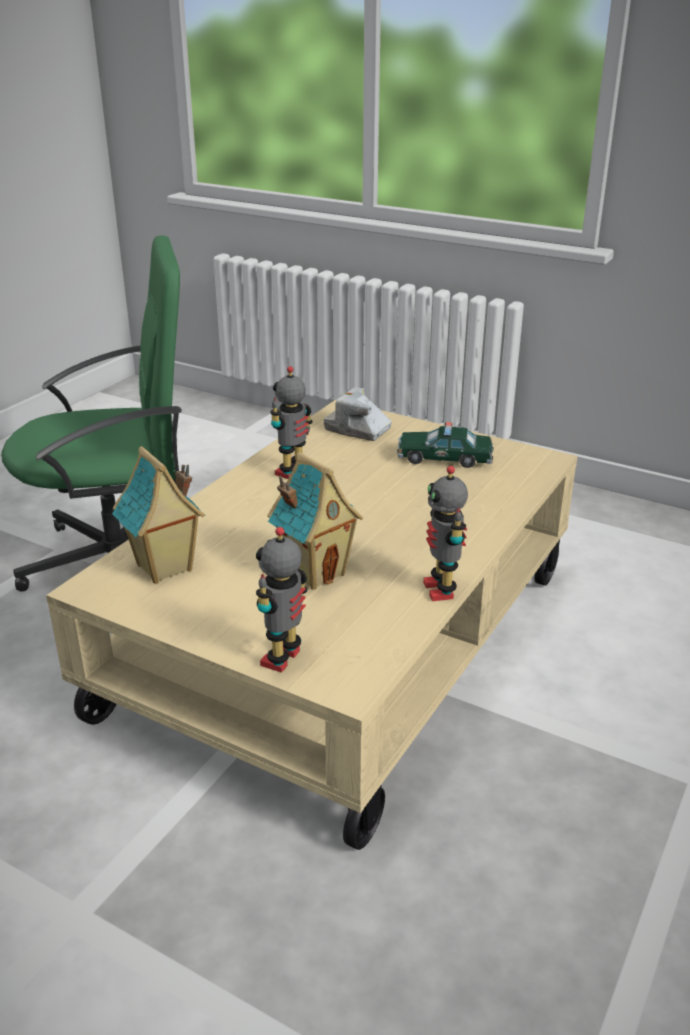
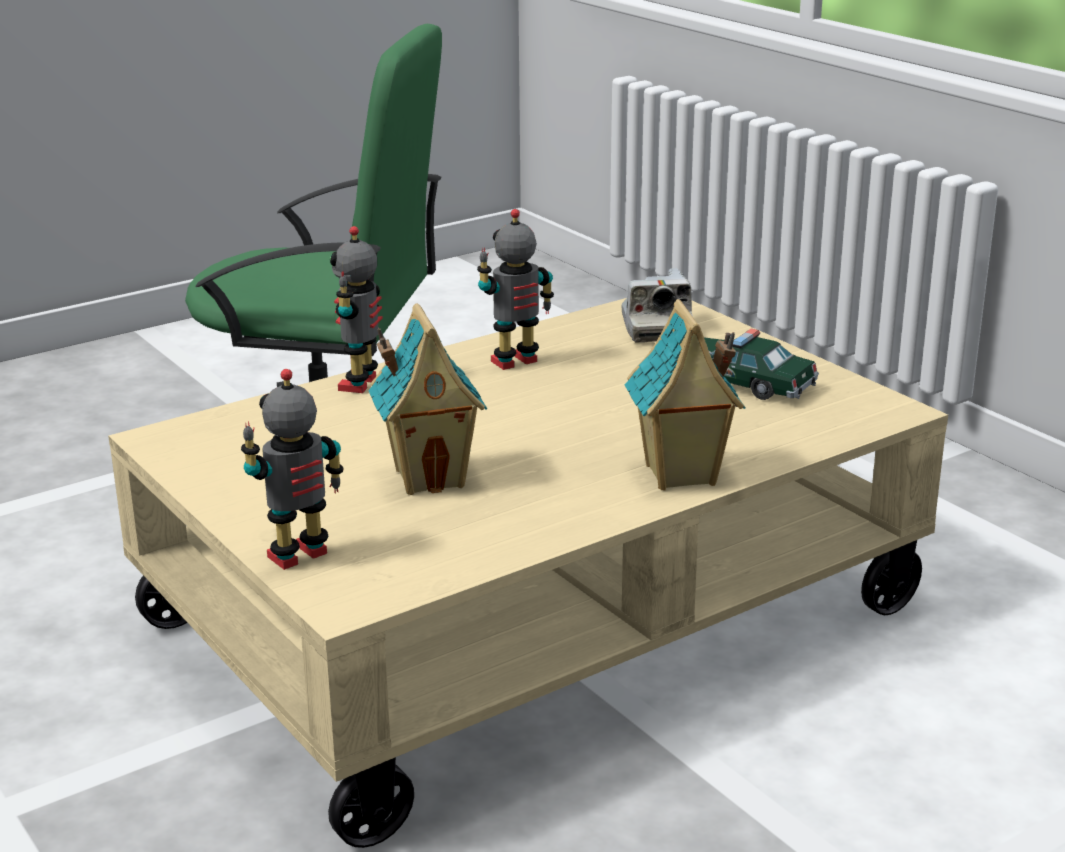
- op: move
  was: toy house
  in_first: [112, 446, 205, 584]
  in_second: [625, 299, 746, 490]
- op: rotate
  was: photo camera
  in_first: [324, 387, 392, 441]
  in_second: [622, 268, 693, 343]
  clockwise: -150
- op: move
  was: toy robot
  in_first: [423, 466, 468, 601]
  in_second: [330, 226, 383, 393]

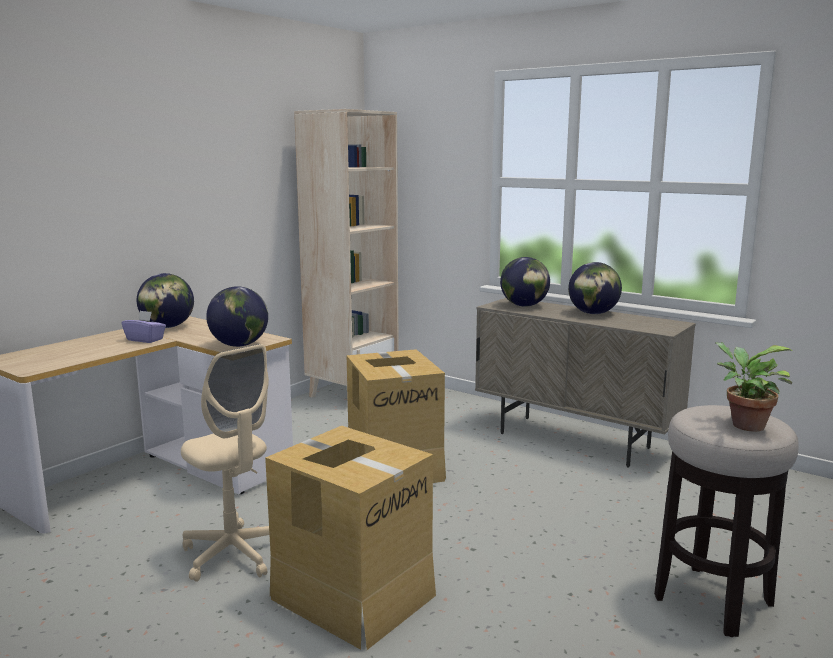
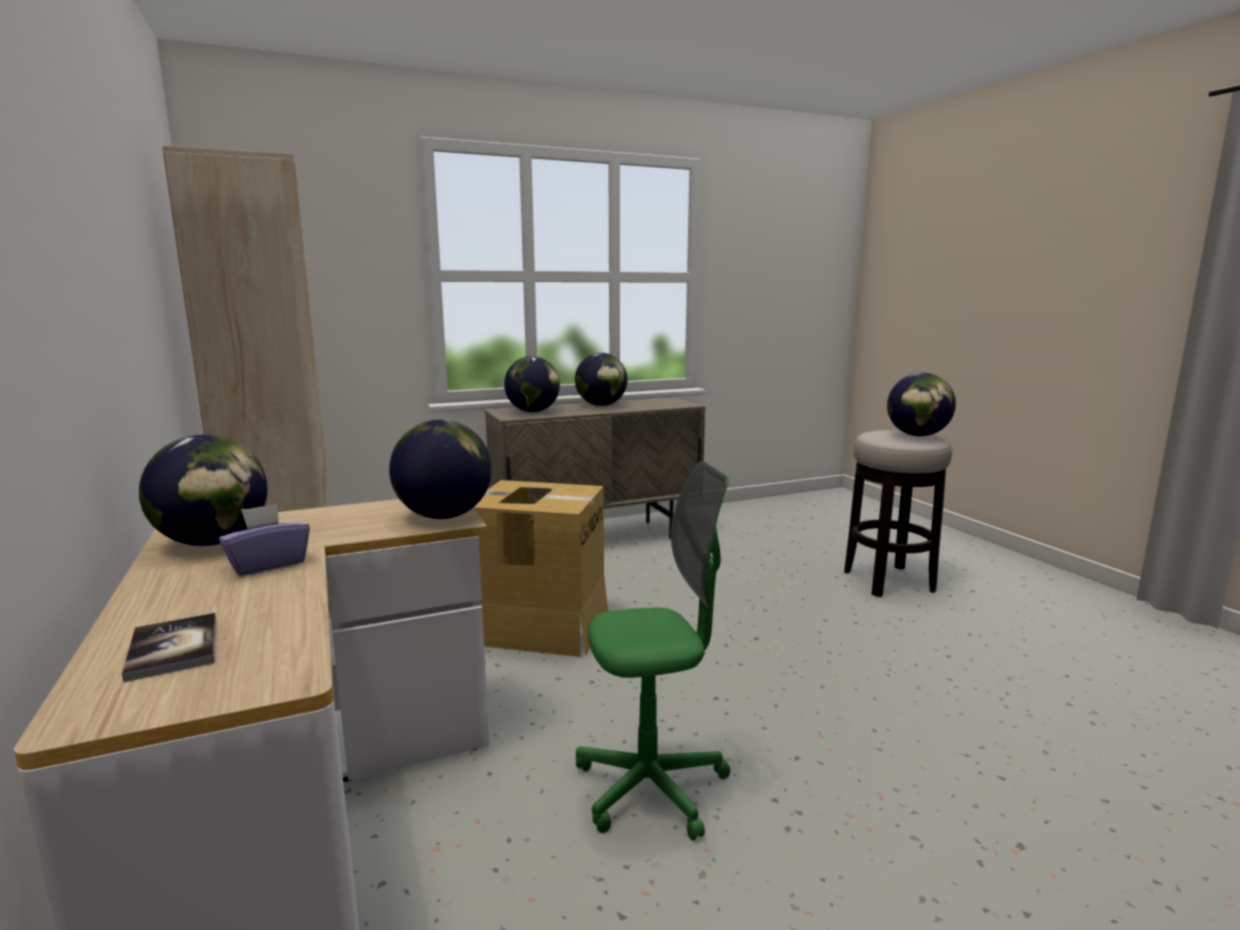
- op: recolor
  was: beige office chair
  now: green office chair
  in_first: [181, 344, 269, 582]
  in_second: [576, 461, 730, 841]
- op: delete
  was: cardboard box
  in_first: [265, 426, 436, 650]
- op: replace
  was: potted plant
  now: globe
  in_first: [715, 342, 793, 432]
  in_second: [887, 373, 956, 436]
- op: insert
  now: book
  in_second: [122, 613, 216, 682]

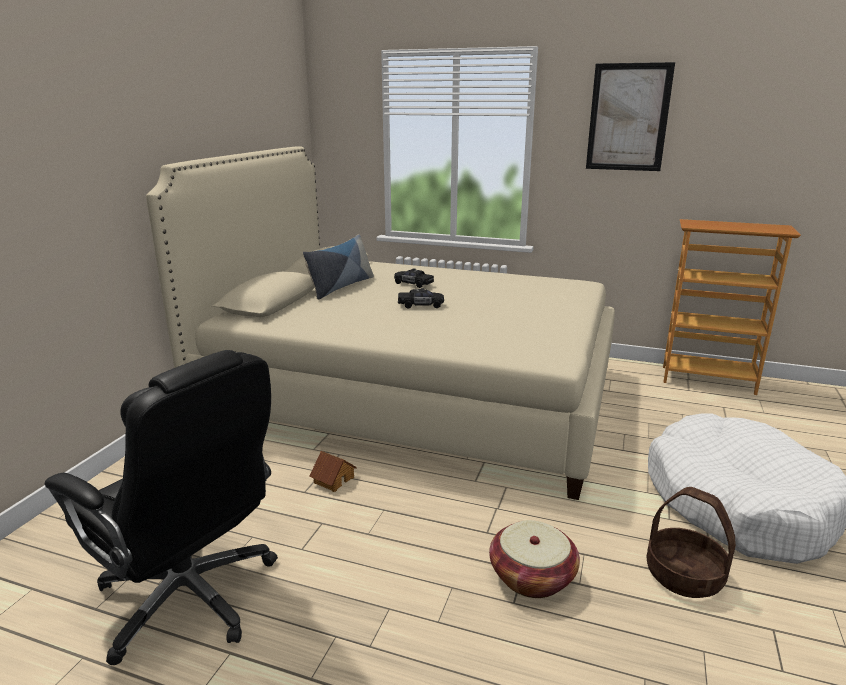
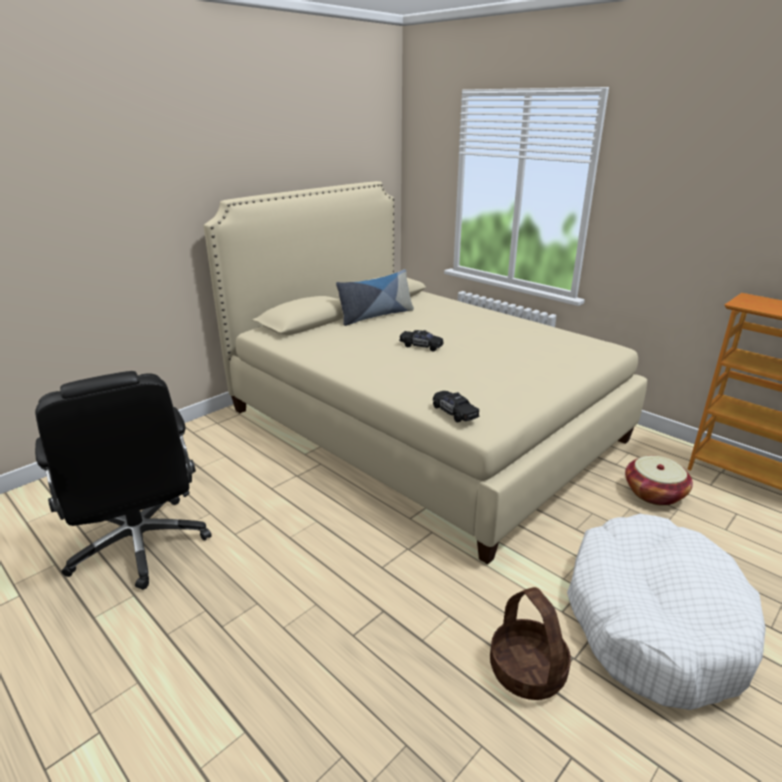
- op: delete
  was: toy house
  in_first: [309, 451, 357, 492]
- op: move
  was: black toy car
  in_first: [394, 268, 434, 288]
  in_second: [433, 391, 480, 423]
- op: move
  was: basket
  in_first: [489, 520, 580, 598]
  in_second: [625, 456, 693, 506]
- op: delete
  was: picture
  in_first: [586, 62, 675, 171]

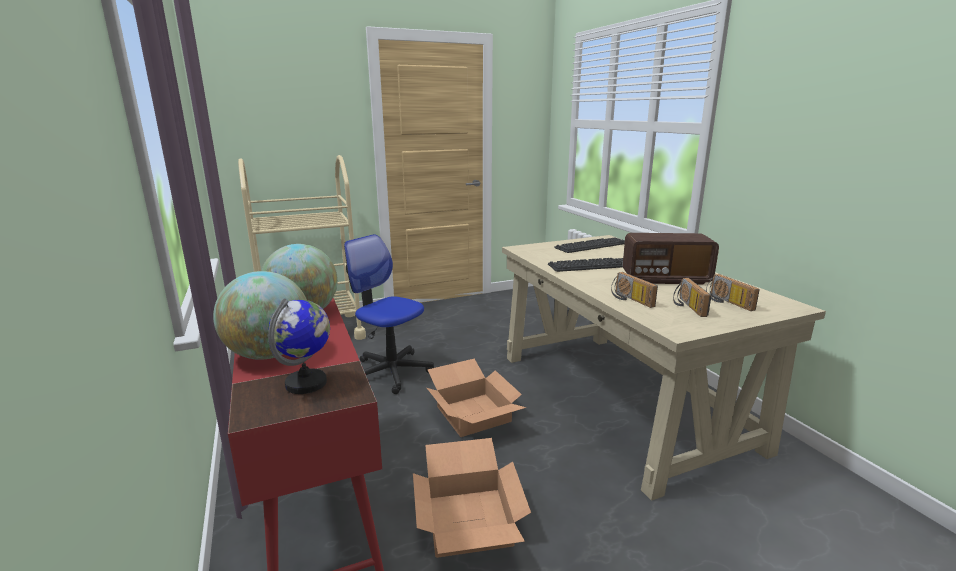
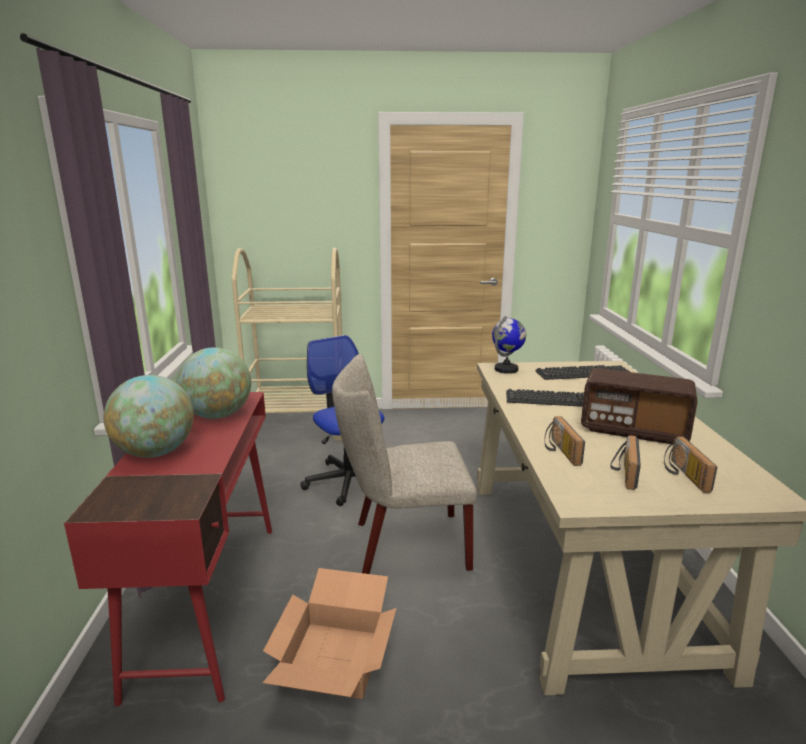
- op: move
  was: globe
  in_first: [268, 298, 330, 394]
  in_second: [492, 316, 526, 374]
- op: replace
  was: cardboard box
  now: beige chair
  in_first: [427, 359, 526, 437]
  in_second: [332, 354, 477, 574]

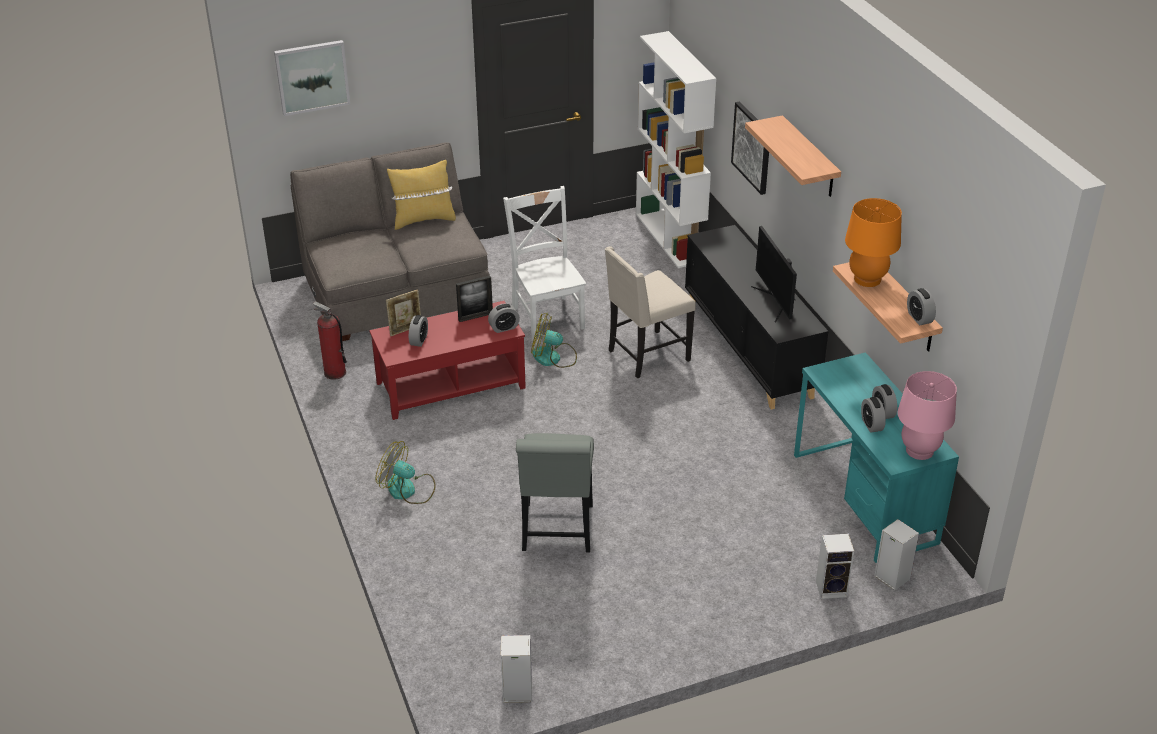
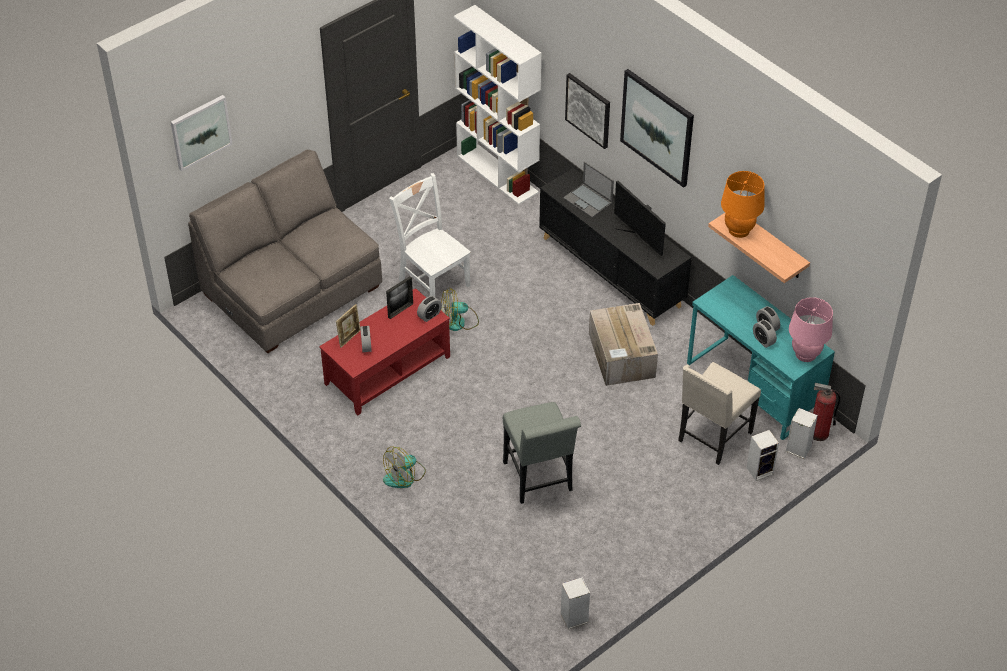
- op: move
  was: fire extinguisher
  in_first: [313, 301, 347, 380]
  in_second: [813, 383, 840, 441]
- op: rotate
  was: fan
  in_first: [376, 441, 436, 504]
  in_second: [383, 447, 426, 488]
  clockwise: -45
- op: delete
  was: yellow pillow
  in_first: [387, 160, 456, 230]
- op: move
  was: beige chair
  in_first: [605, 247, 696, 379]
  in_second: [678, 362, 761, 465]
- op: replace
  was: shelf
  now: picture
  in_first: [745, 115, 841, 197]
  in_second: [620, 69, 694, 188]
- op: delete
  was: alarm clock
  in_first: [907, 288, 936, 325]
- op: insert
  now: laptop
  in_second: [563, 161, 614, 218]
- op: insert
  now: cardboard box
  in_second: [589, 303, 658, 386]

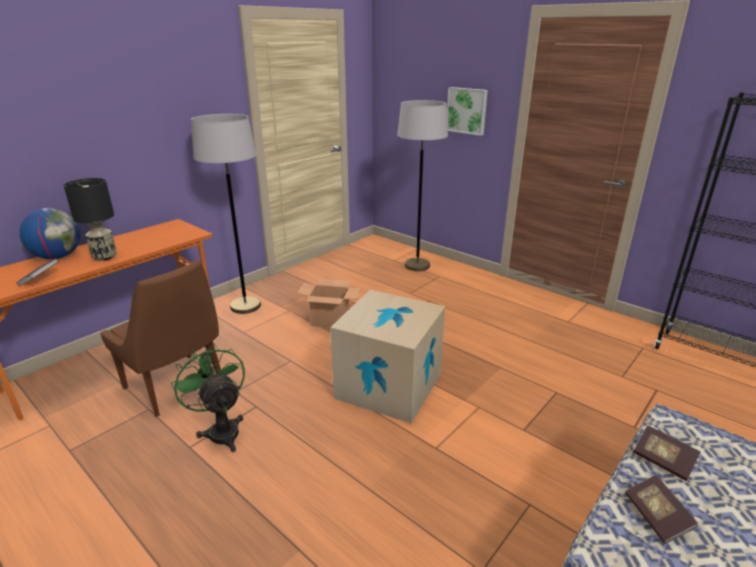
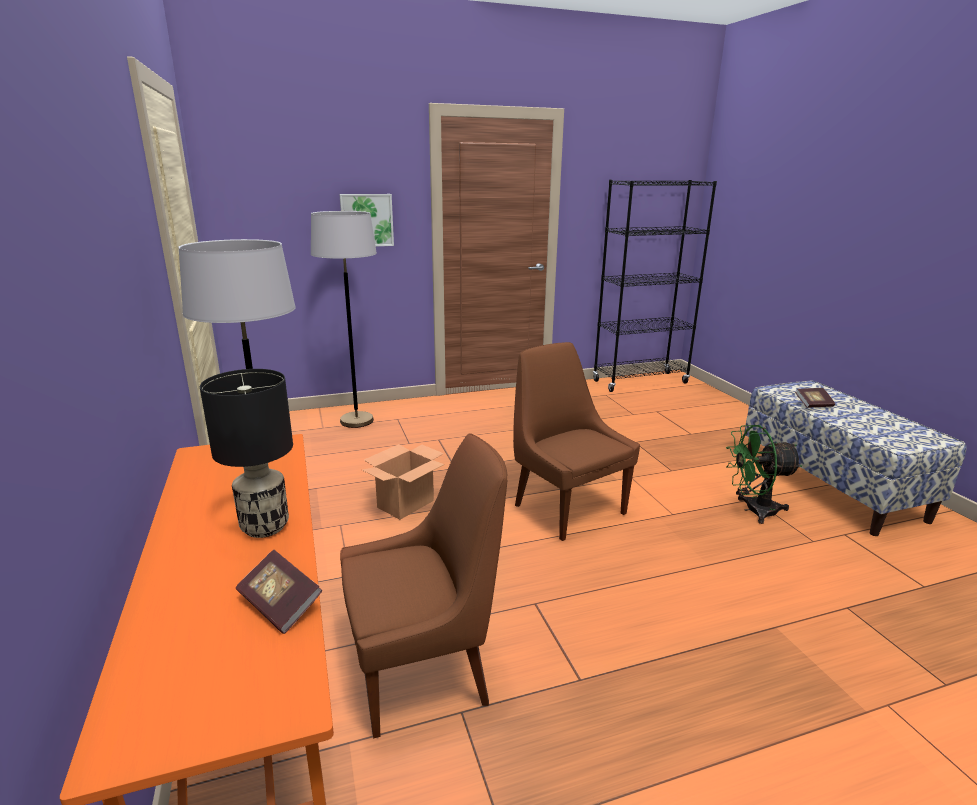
- op: delete
  was: globe
  in_first: [20, 208, 80, 260]
- op: move
  was: green fan
  in_first: [171, 343, 245, 452]
  in_second: [726, 425, 802, 524]
- op: replace
  was: cardboard box
  now: brown chair
  in_first: [330, 290, 445, 423]
  in_second: [513, 342, 640, 541]
- op: delete
  was: book
  in_first: [625, 475, 698, 544]

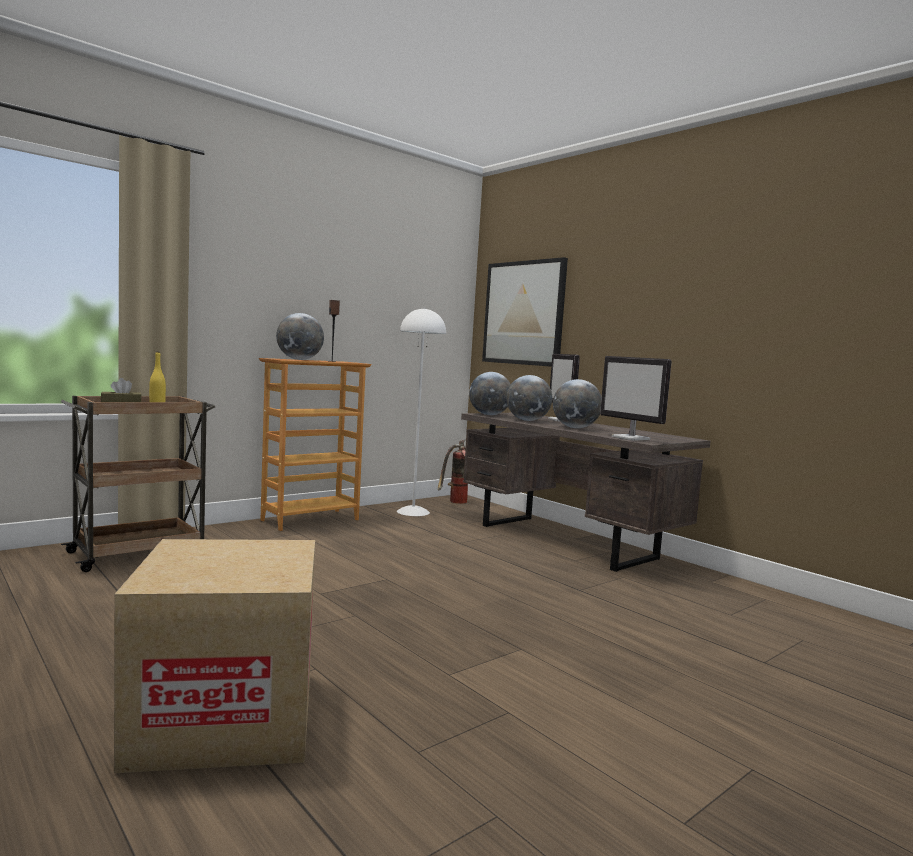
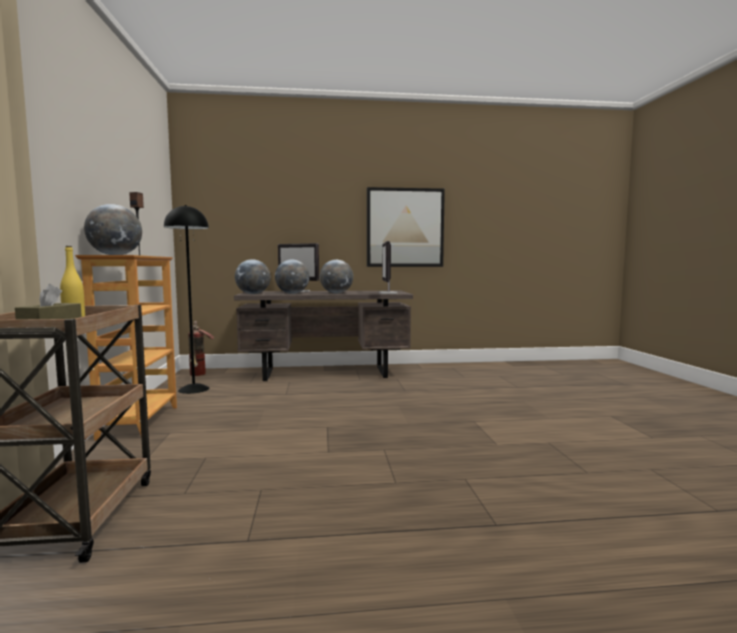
- op: delete
  was: cardboard box
  in_first: [114, 539, 315, 773]
- op: recolor
  was: white floor lamp
  now: black floor lamp
  in_first: [397, 308, 446, 516]
  in_second: [164, 205, 210, 394]
- op: move
  was: picture
  in_first: [482, 257, 568, 367]
  in_second: [367, 187, 445, 267]
- op: rotate
  was: monitor
  in_first: [600, 356, 672, 441]
  in_second: [378, 241, 398, 294]
  clockwise: 90

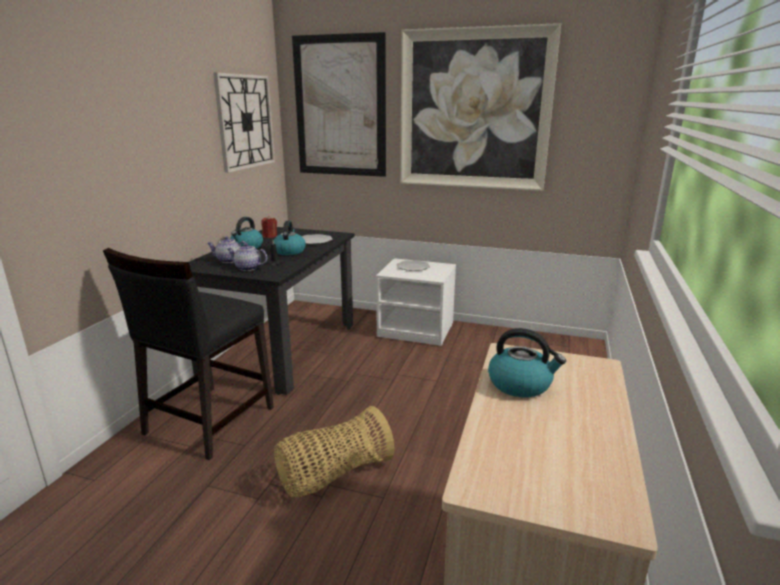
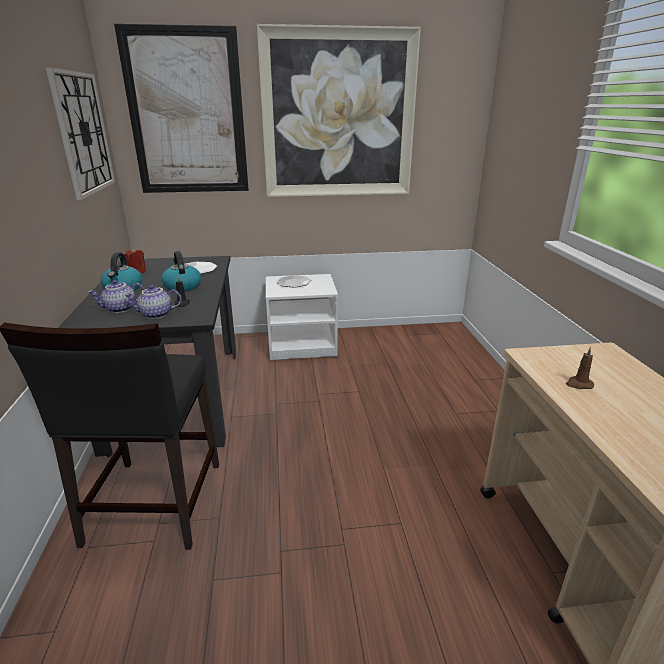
- op: delete
  was: basket
  in_first: [274, 406, 395, 497]
- op: replace
  was: kettle
  now: brown candle
  in_first: [488, 328, 566, 398]
  in_second: [566, 347, 594, 389]

